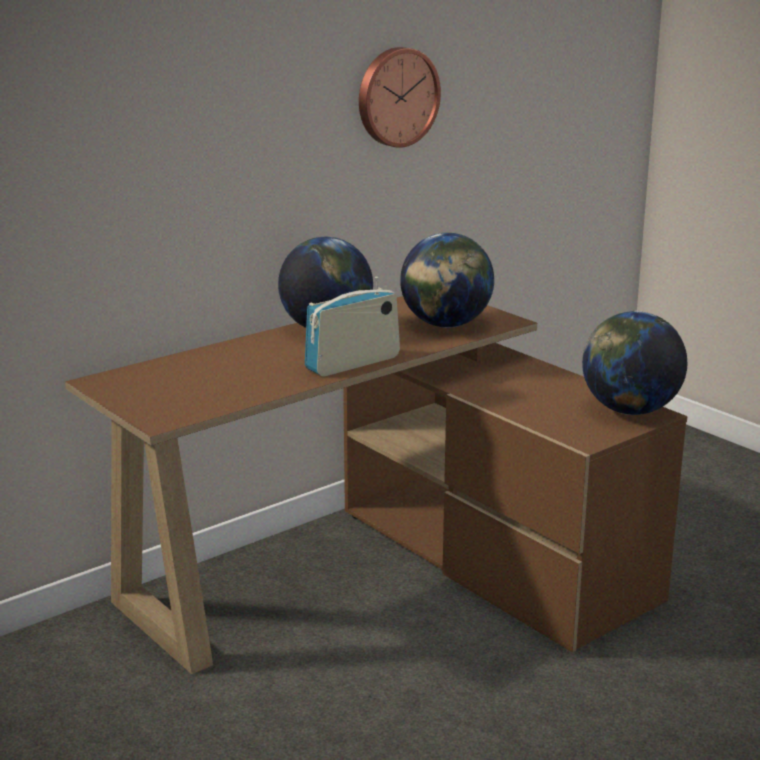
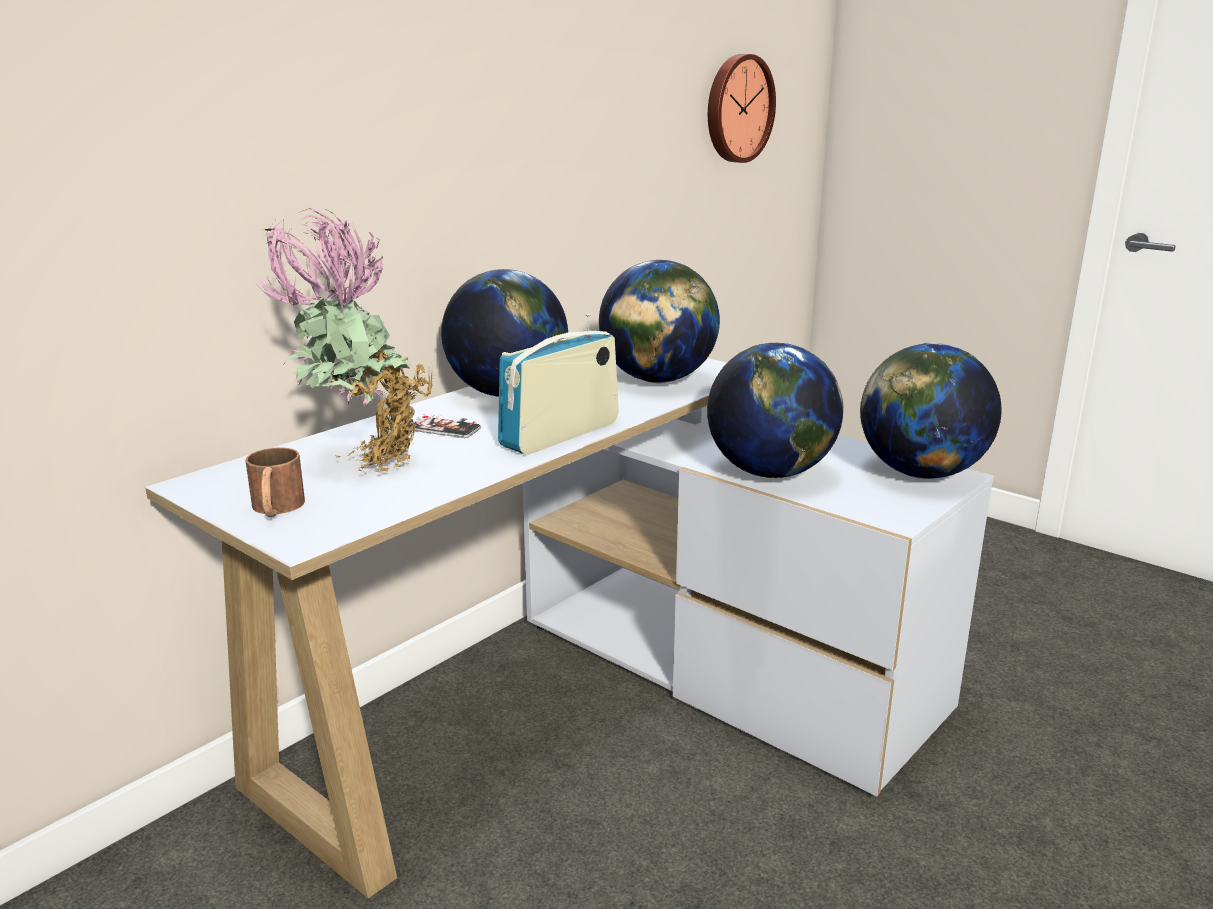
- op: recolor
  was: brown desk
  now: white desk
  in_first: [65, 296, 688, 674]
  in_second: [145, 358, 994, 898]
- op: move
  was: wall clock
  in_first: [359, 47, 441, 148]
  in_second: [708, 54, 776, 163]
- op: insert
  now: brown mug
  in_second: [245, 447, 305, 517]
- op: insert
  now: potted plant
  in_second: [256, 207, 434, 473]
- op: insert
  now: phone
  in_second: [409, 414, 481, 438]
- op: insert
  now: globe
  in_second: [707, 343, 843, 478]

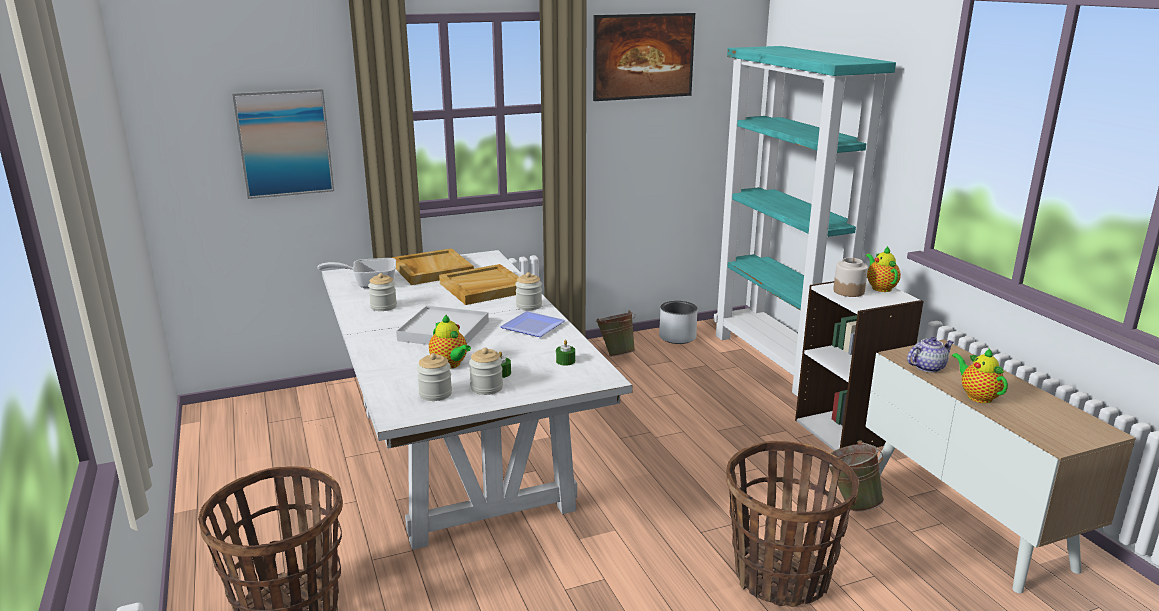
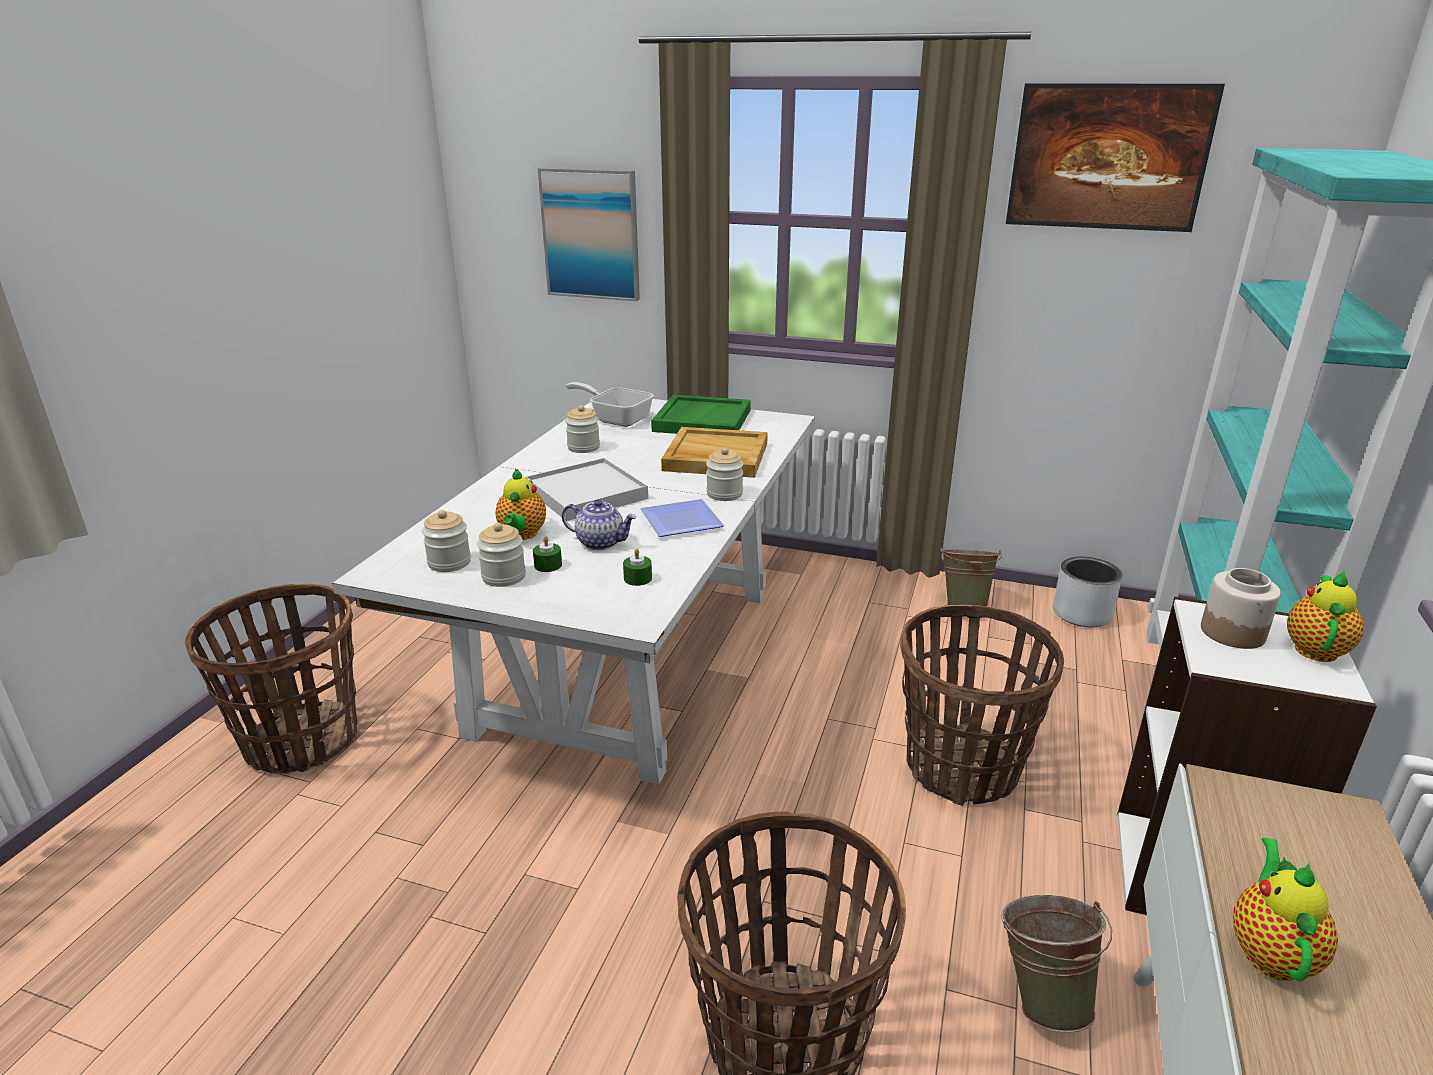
- op: recolor
  was: beige tray
  now: green tray
  in_first: [392, 248, 474, 285]
  in_second: [651, 395, 751, 434]
- op: move
  was: teapot
  in_first: [907, 337, 954, 373]
  in_second: [562, 500, 636, 550]
- op: insert
  now: basket
  in_second: [900, 605, 1064, 806]

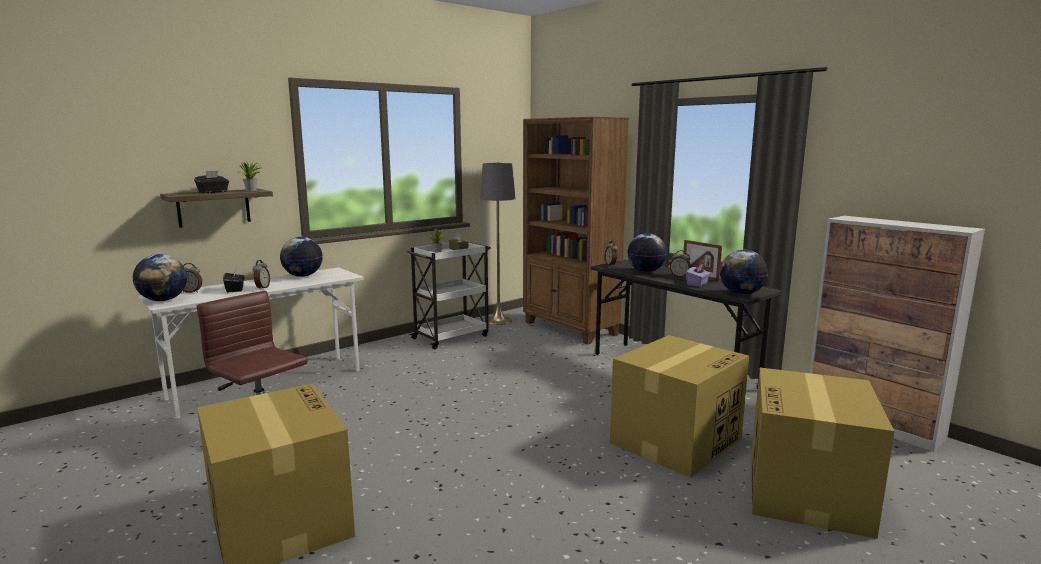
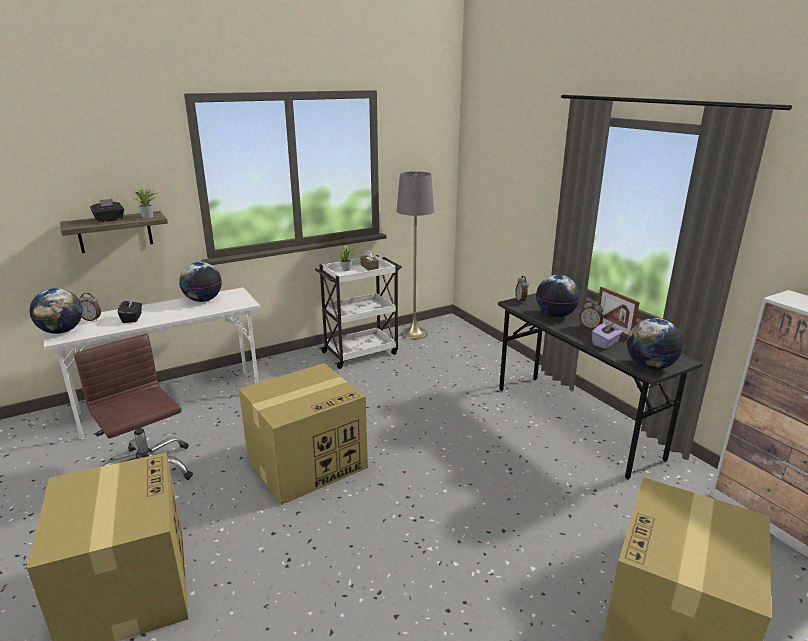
- op: delete
  was: alarm clock
  in_first: [253, 260, 270, 290]
- op: delete
  was: brown bookcase
  in_first: [523, 117, 629, 344]
- op: move
  was: cardboard box
  in_first: [610, 335, 749, 478]
  in_second: [239, 363, 368, 505]

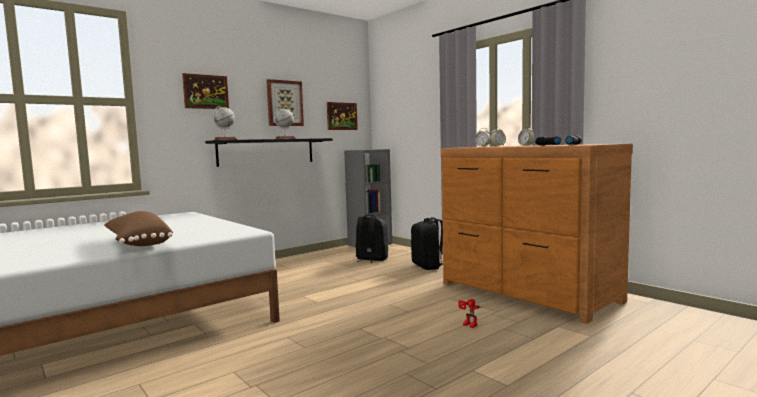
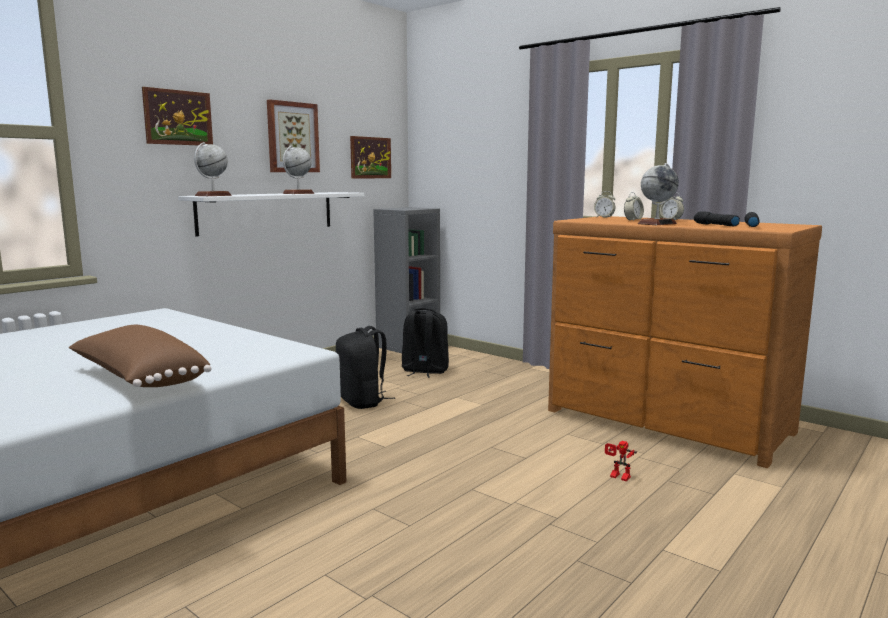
- op: recolor
  was: black shelf
  now: white shelf
  in_first: [205, 138, 333, 167]
  in_second: [178, 192, 364, 237]
- op: move
  was: black backpack
  in_first: [411, 217, 443, 270]
  in_second: [336, 326, 395, 409]
- op: insert
  now: globe
  in_second: [638, 163, 679, 225]

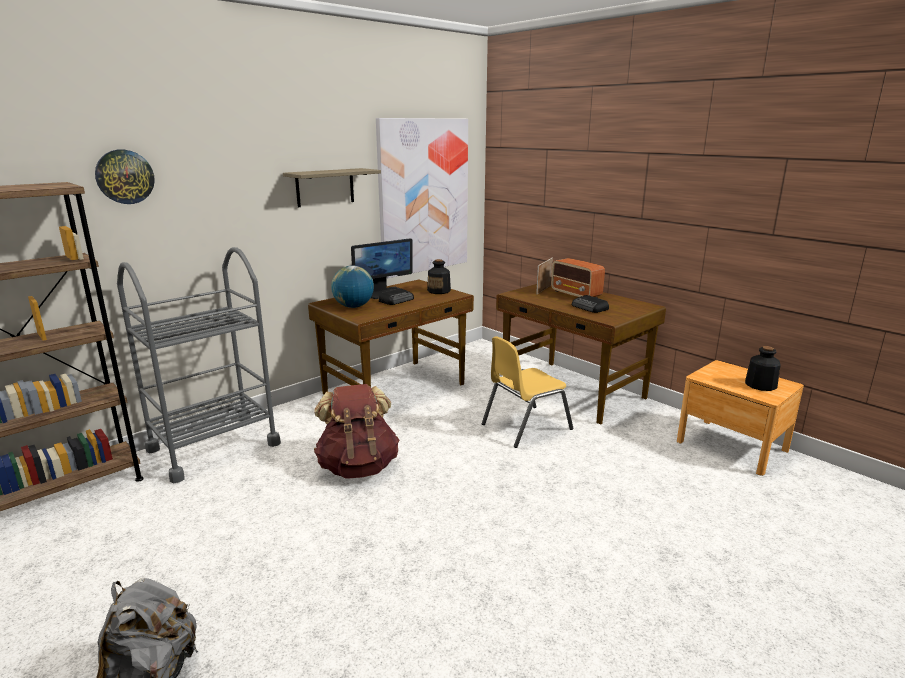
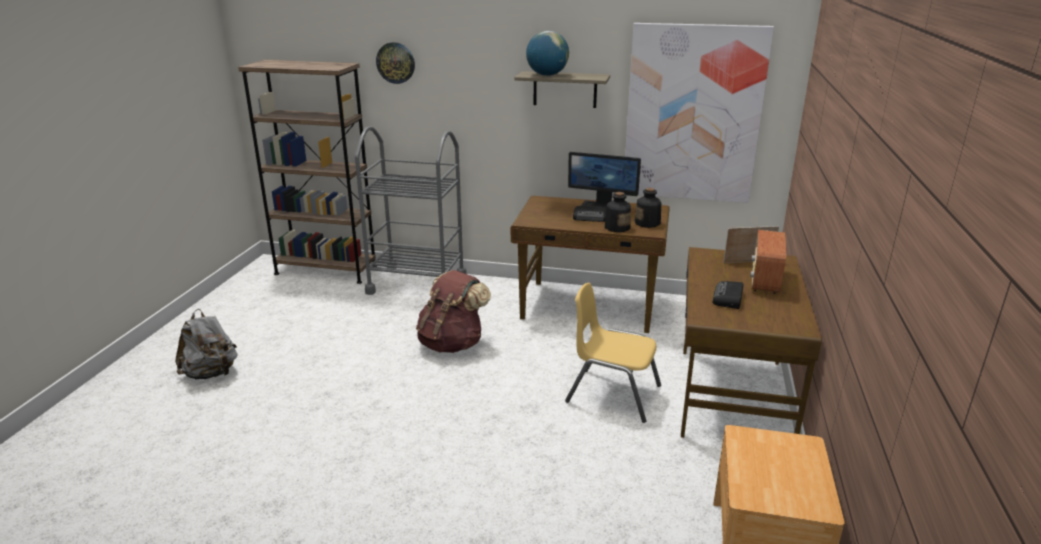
- op: move
  was: globe
  in_first: [331, 266, 374, 308]
  in_second: [526, 31, 569, 76]
- op: move
  was: bottle
  in_first: [745, 346, 781, 391]
  in_second: [605, 192, 631, 232]

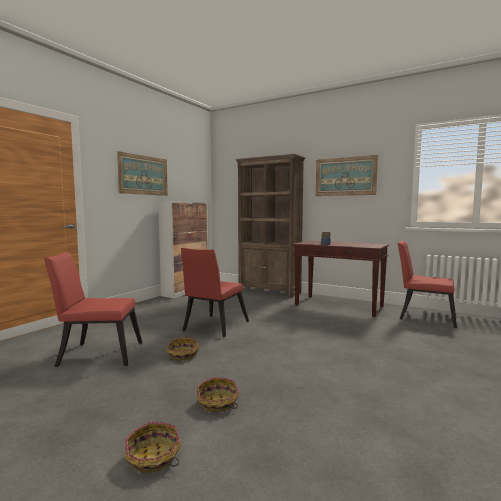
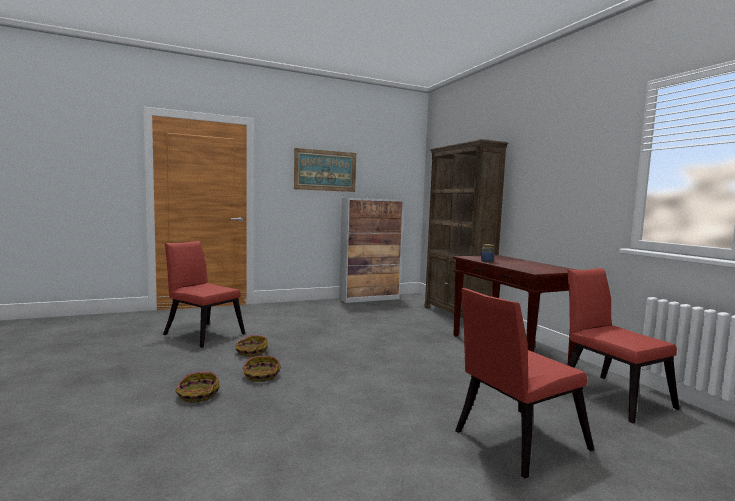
- op: move
  was: basket
  in_first: [125, 422, 181, 473]
  in_second: [242, 355, 281, 382]
- op: move
  was: red chair
  in_first: [181, 248, 249, 337]
  in_second: [455, 288, 594, 478]
- op: delete
  was: picture
  in_first: [316, 155, 378, 196]

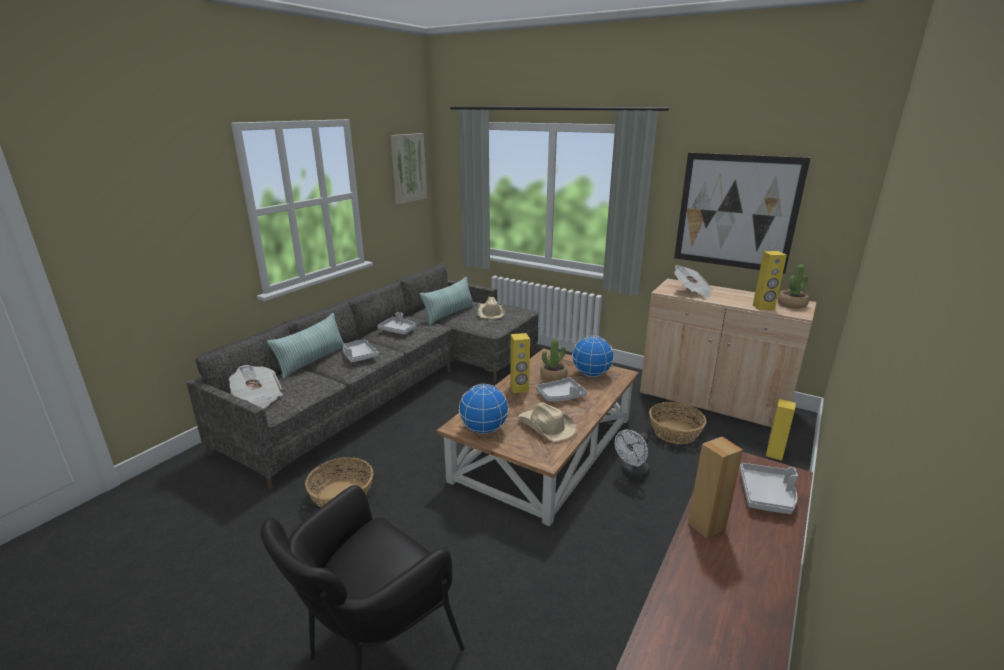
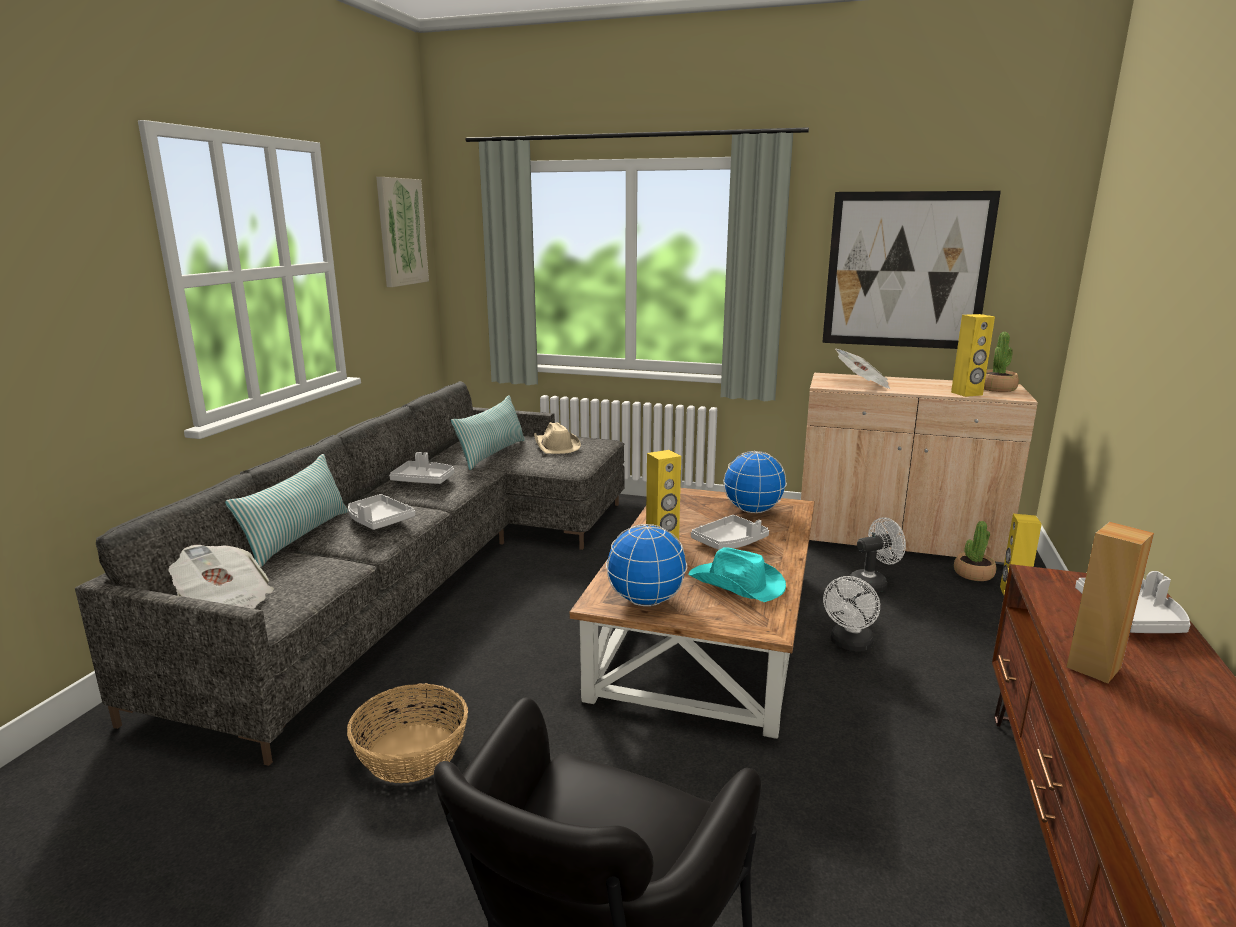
- op: recolor
  was: beige hat
  now: turquoise hat
  in_first: [518, 402, 577, 442]
  in_second: [688, 547, 786, 602]
- op: move
  was: potted plant
  in_first: [540, 339, 568, 381]
  in_second: [954, 521, 996, 581]
- op: replace
  was: basket
  now: white fan
  in_first: [649, 402, 706, 444]
  in_second: [849, 517, 906, 593]

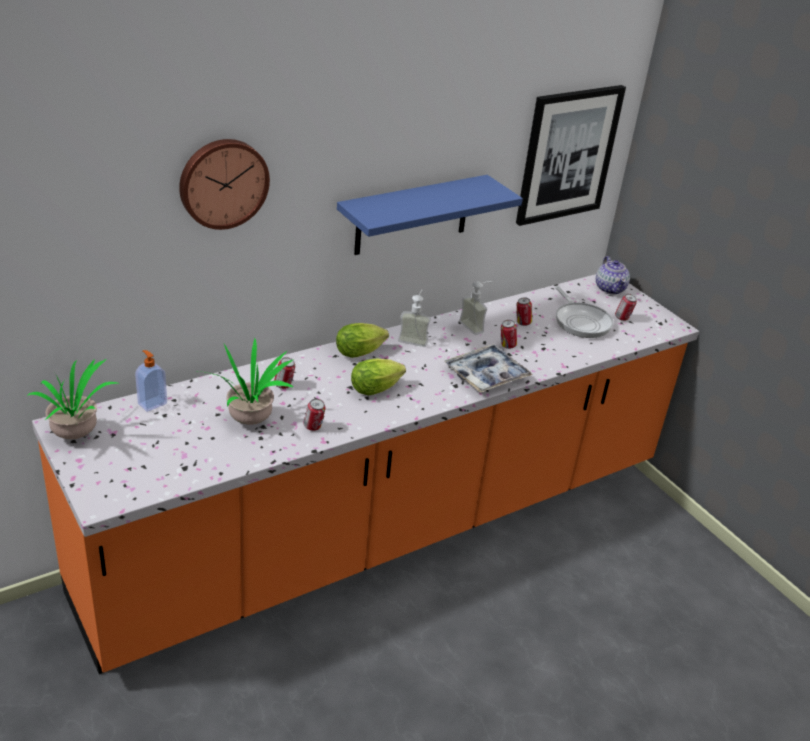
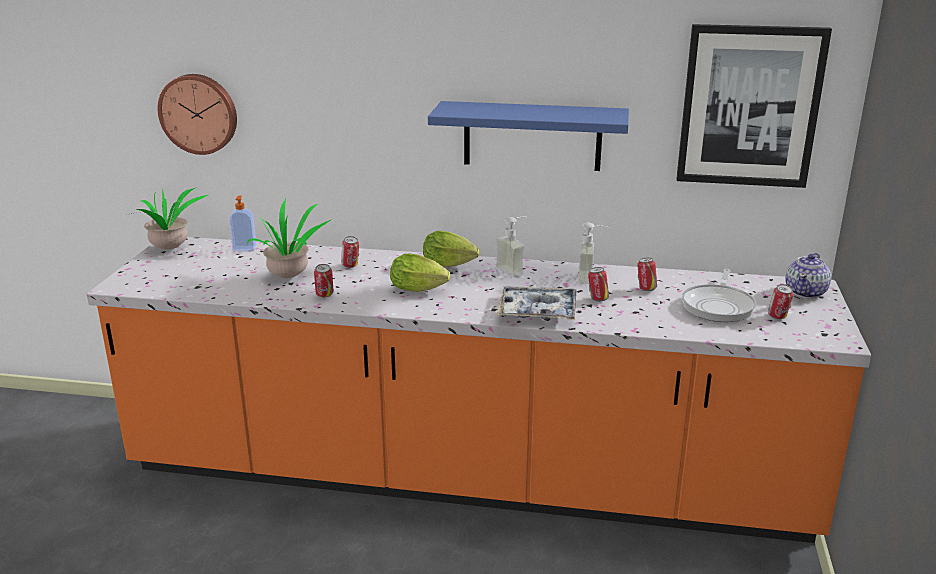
- op: move
  was: wall clock
  in_first: [179, 139, 270, 230]
  in_second: [157, 74, 237, 155]

